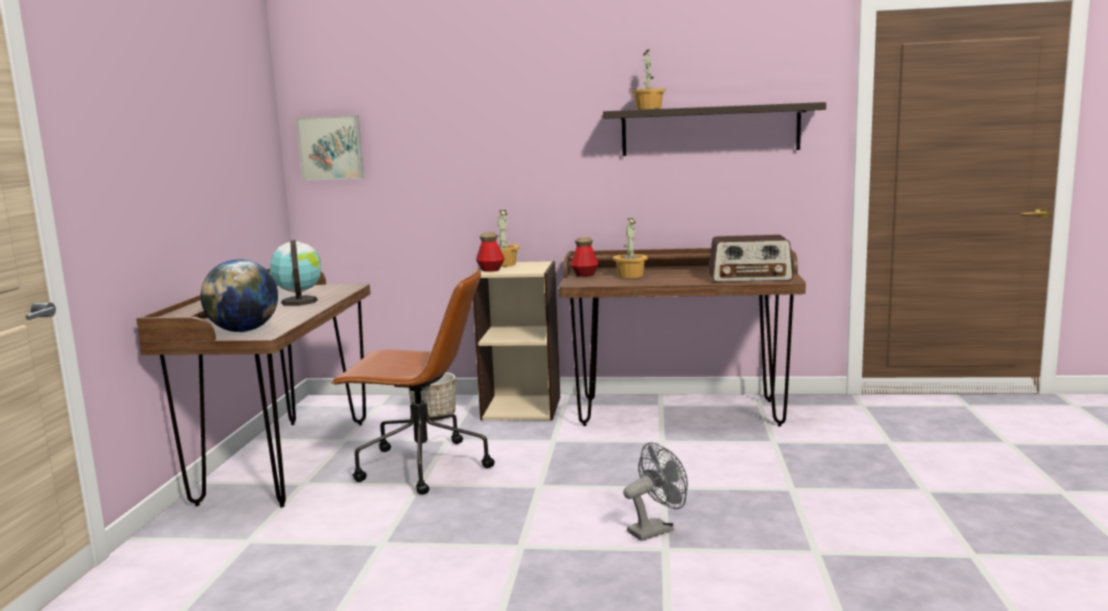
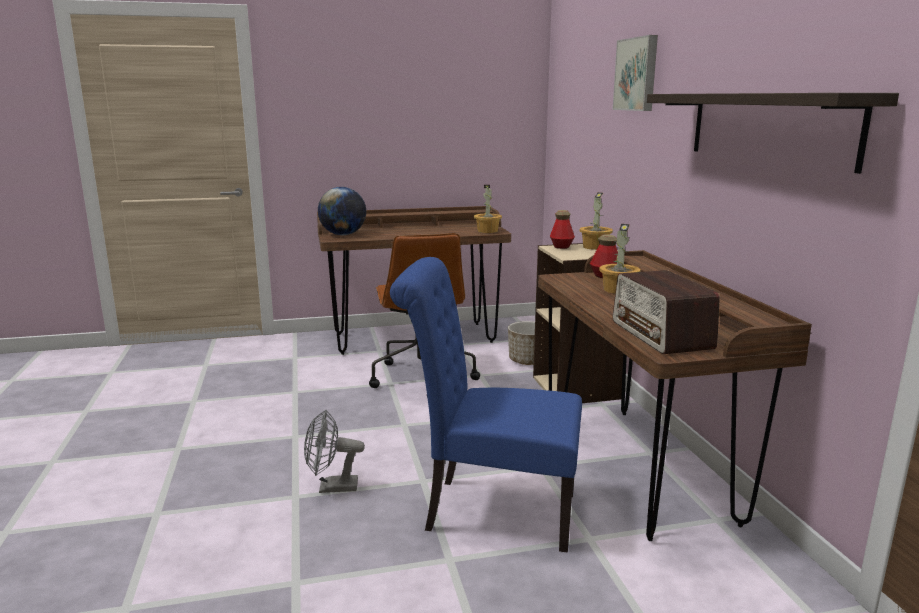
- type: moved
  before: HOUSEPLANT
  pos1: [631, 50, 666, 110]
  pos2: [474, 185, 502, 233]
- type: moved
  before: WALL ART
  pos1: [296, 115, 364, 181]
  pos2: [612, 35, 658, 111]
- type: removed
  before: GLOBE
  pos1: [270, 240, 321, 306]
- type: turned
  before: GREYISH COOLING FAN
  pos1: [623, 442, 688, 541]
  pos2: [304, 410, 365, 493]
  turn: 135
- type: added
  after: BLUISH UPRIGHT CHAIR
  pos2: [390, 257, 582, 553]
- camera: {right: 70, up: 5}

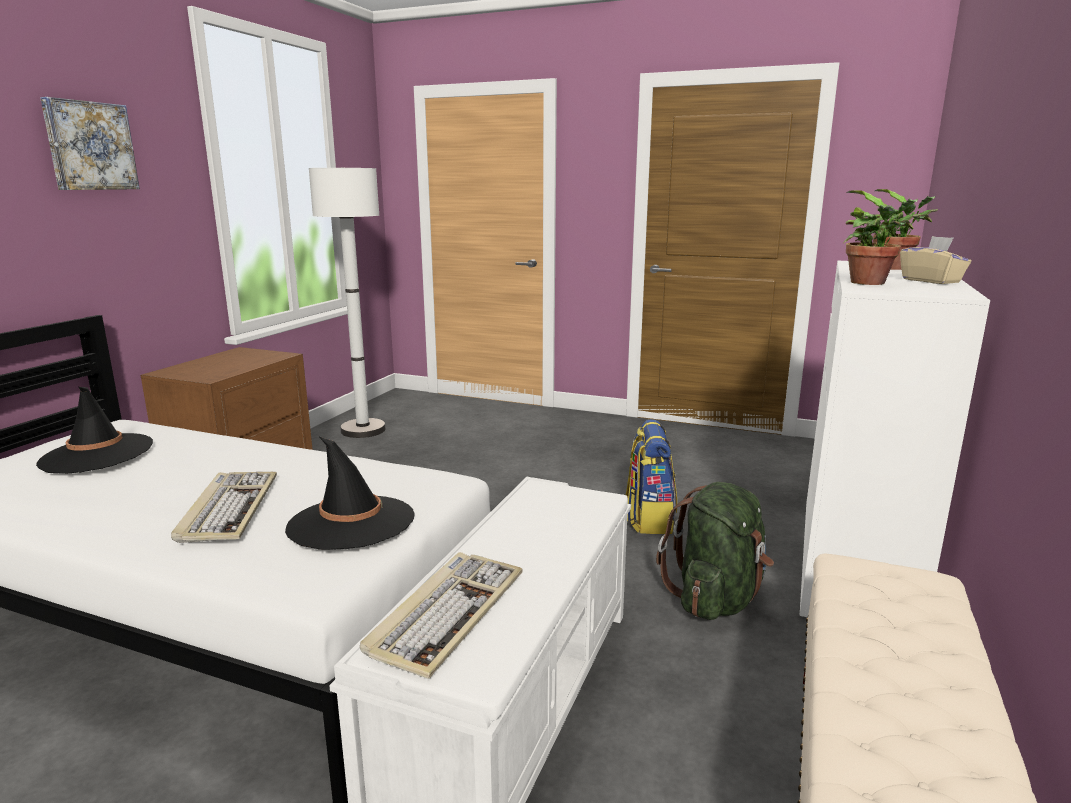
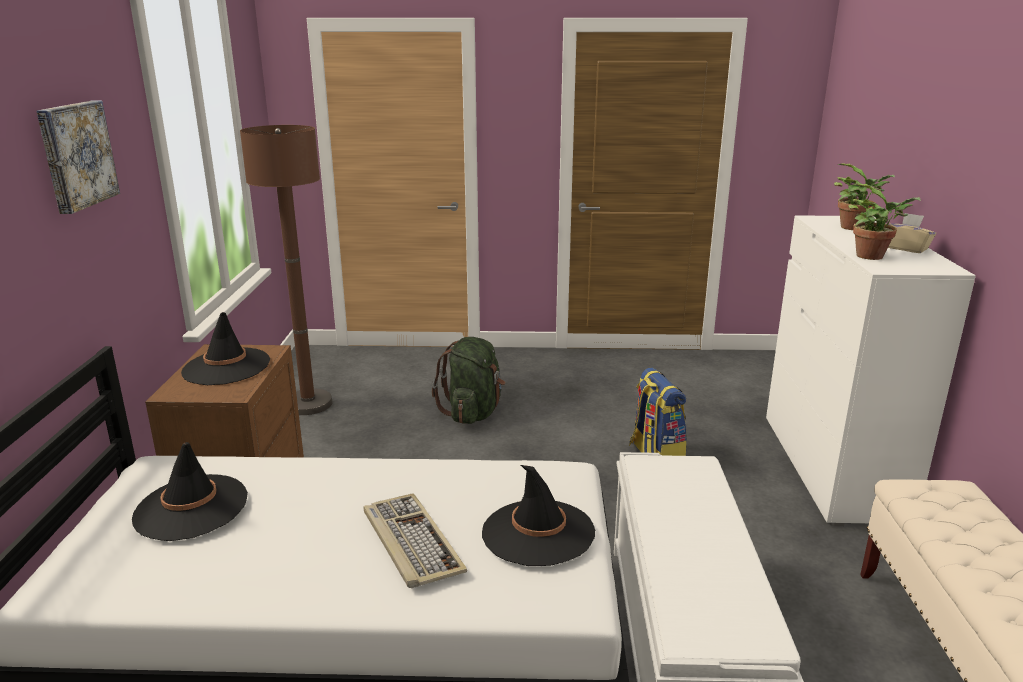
- type: recoloured
  before: WHITISH FLOOR LAMP
  after: BROWN FLOOR LAMP
  pos1: [309, 167, 386, 438]
  pos2: [240, 125, 332, 415]
- type: moved
  before: GREEN-COLOURED KNAPSACK
  pos1: [656, 482, 774, 620]
  pos2: [432, 337, 505, 424]
- type: removed
  before: PC KEYBOARD
  pos1: [360, 552, 523, 679]
- type: added
  after: BLACK-COLOURED WEARABLE HAT
  pos2: [181, 312, 270, 385]
- camera: {right: -20, up: 5}

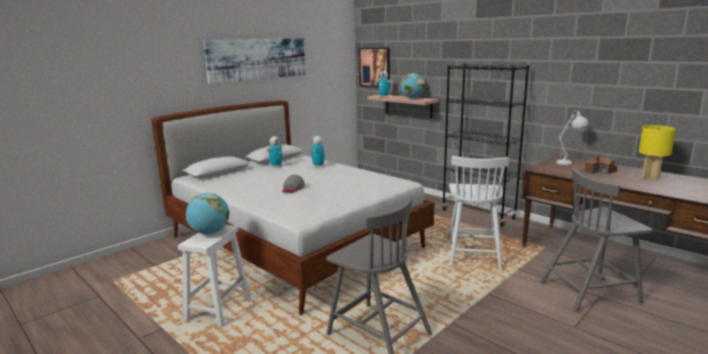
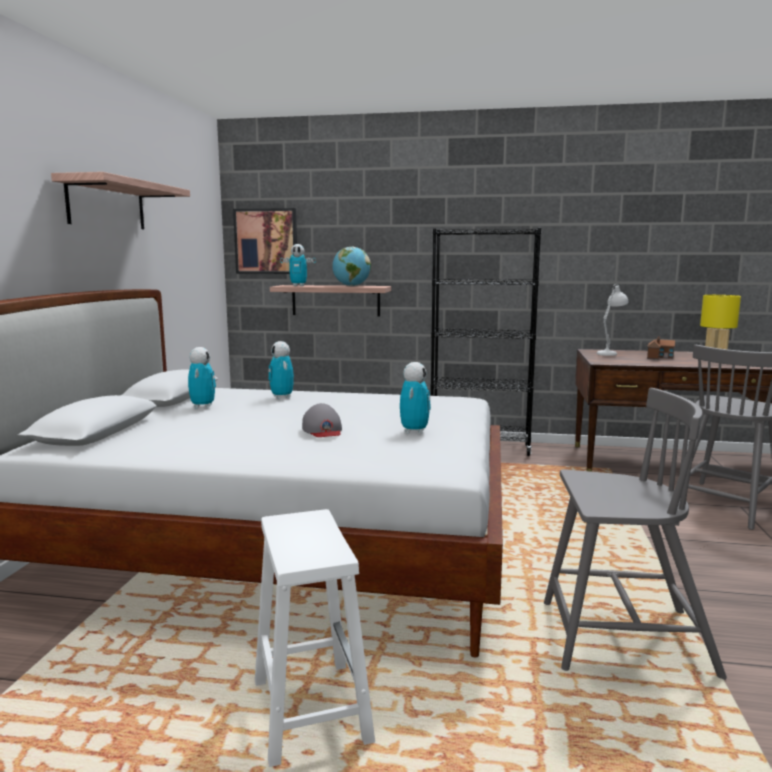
- type: replaced
  before: WALL ART
  after: WALL SHELF
  pos1: [203, 38, 305, 84]
  pos2: [51, 172, 190, 229]
- type: removed
  before: WHITISH UPRIGHT CHAIR
  pos1: [448, 156, 509, 270]
- type: removed
  before: GLOBE
  pos1: [186, 193, 229, 234]
- type: added
  after: MODEL ROBOT
  pos2: [400, 362, 431, 434]
- camera: {right: -35, up: -5}

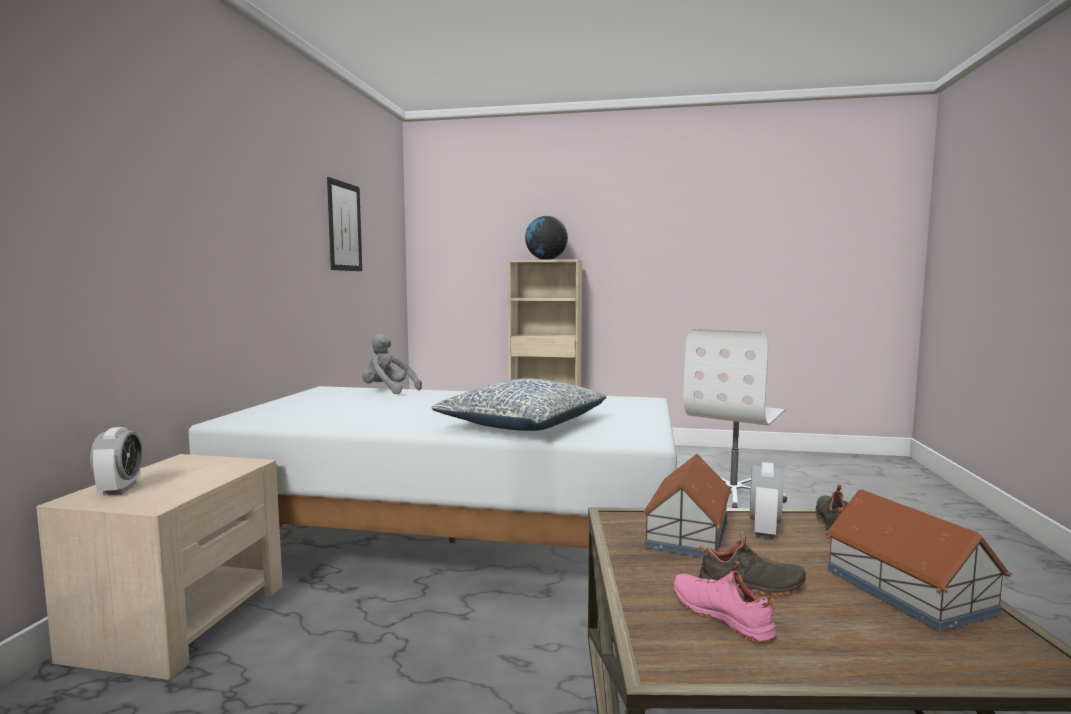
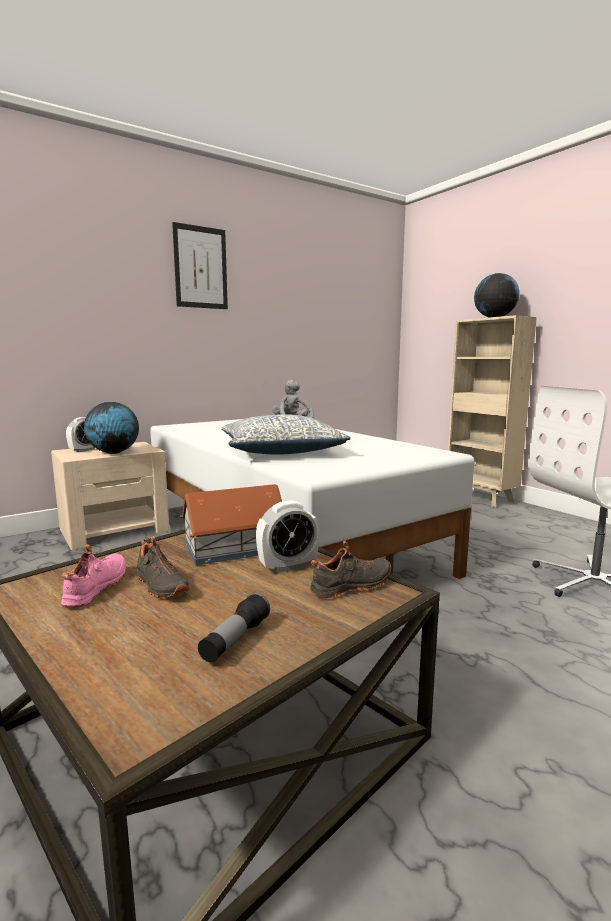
- type: moved
  before: WALL ART
  pos1: [327, 177, 362, 271]
  pos2: [172, 222, 228, 309]
- type: replaced
  before: MODEL HOUSE
  after: FLASHLIGHT
  pos1: [825, 489, 1012, 632]
  pos2: [198, 593, 270, 662]
- type: added
  after: GLOBE
  pos2: [84, 402, 139, 454]
- camera: {right: 45, up: 5}

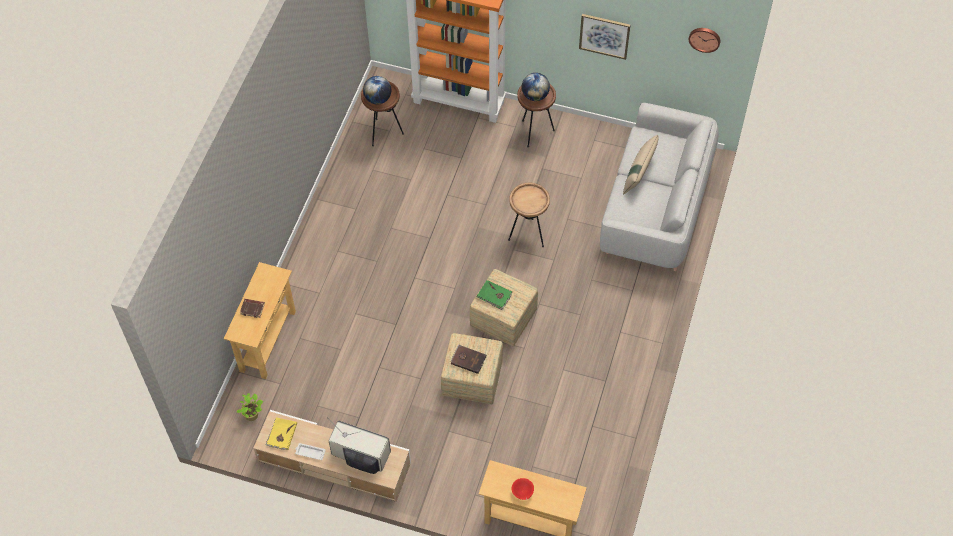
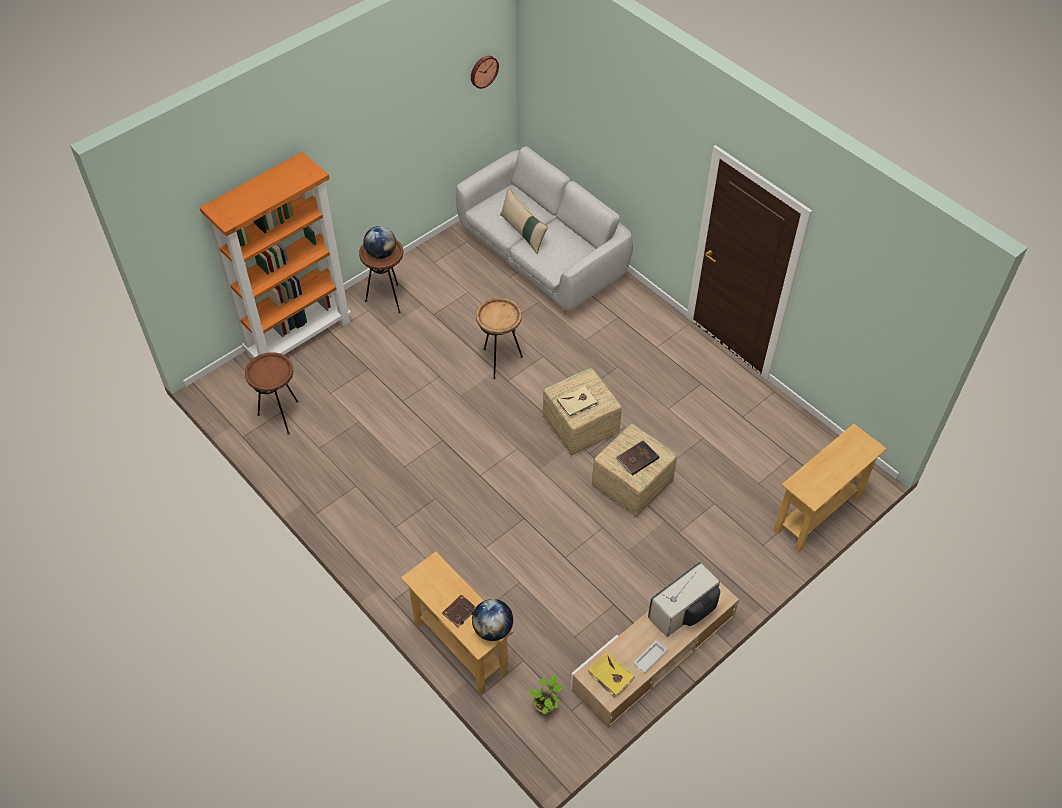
- type: removed
  before: WALL ART
  pos1: [579, 14, 631, 60]
- type: moved
  before: GLOBE
  pos1: [363, 76, 391, 104]
  pos2: [472, 599, 513, 641]
- type: recoloured
  before: GREEN-COLOURED BOUND BOOK
  after: BEIGE-COLOURED BOUND BOOK
  pos1: [477, 280, 512, 310]
  pos2: [557, 386, 599, 418]
- type: removed
  before: RED-COLOURED SERVING BOWL
  pos1: [512, 478, 534, 500]
- camera: {right: -60, up: -5}

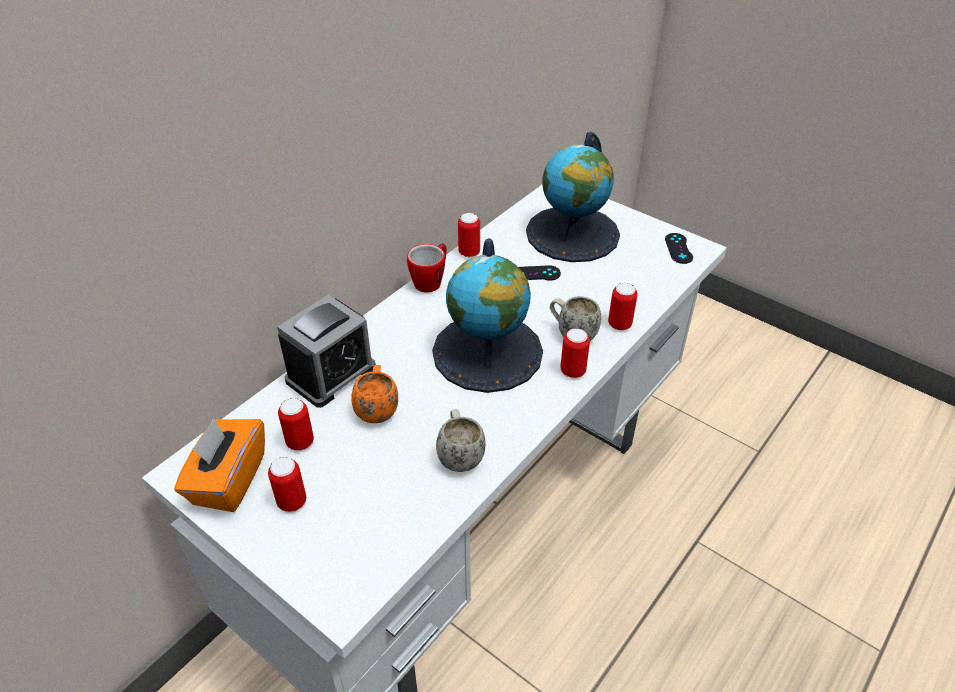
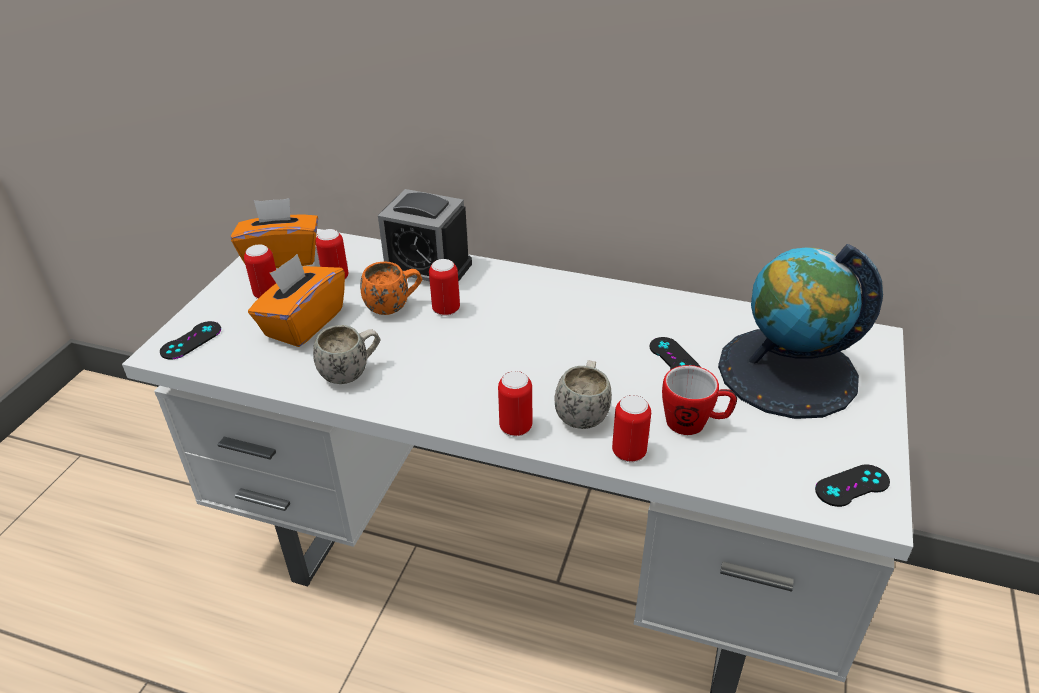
- type: moved
  before: METAL CAN
  pos1: [458, 213, 480, 257]
  pos2: [429, 259, 460, 316]
- type: removed
  before: GLOBE
  pos1: [432, 238, 543, 393]
- type: moved
  before: TEA MUG
  pos1: [407, 243, 446, 293]
  pos2: [662, 365, 737, 435]
- type: added
  after: ORANGE TISSUE HOLDER
  pos2: [248, 254, 345, 347]
- type: added
  after: BLACK-COLOURED JOYPAD
  pos2: [160, 321, 221, 359]
- camera: {right: 70, up: -5}

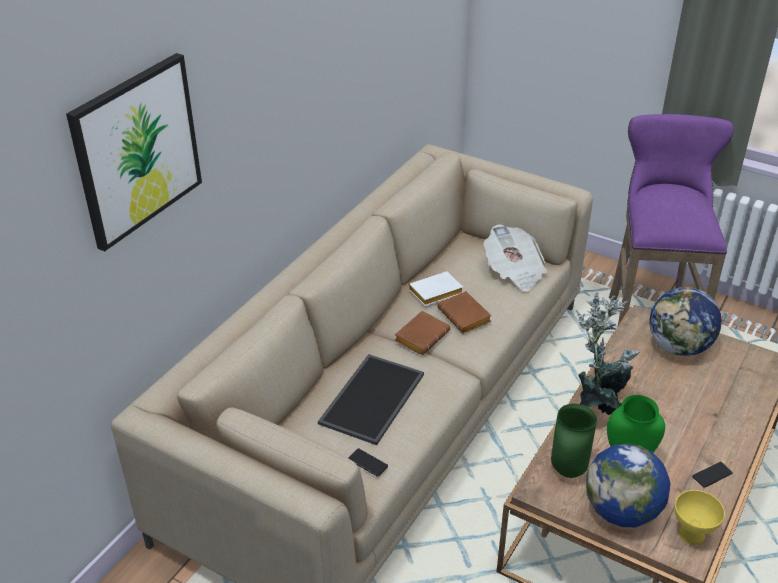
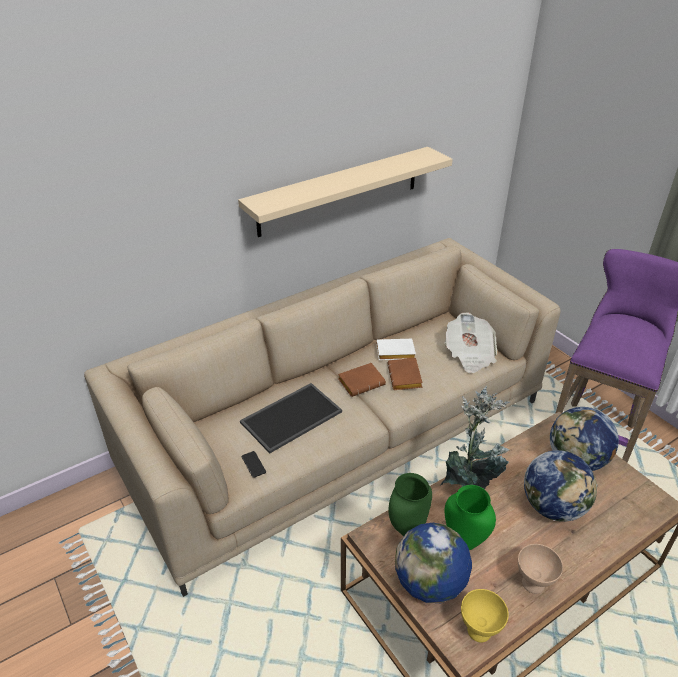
- type: removed
  before: WALL ART
  pos1: [66, 53, 202, 251]
- type: replaced
  before: PHONE
  after: BEIGE-COLOURED SERVING BOWL
  pos1: [692, 462, 733, 488]
  pos2: [518, 544, 563, 594]
- type: added
  after: BEIGE-COLOURED WALL SHELF
  pos2: [238, 147, 453, 237]
- type: added
  after: GLOBE
  pos2: [524, 450, 597, 522]
- camera: {right: 25, up: 0}

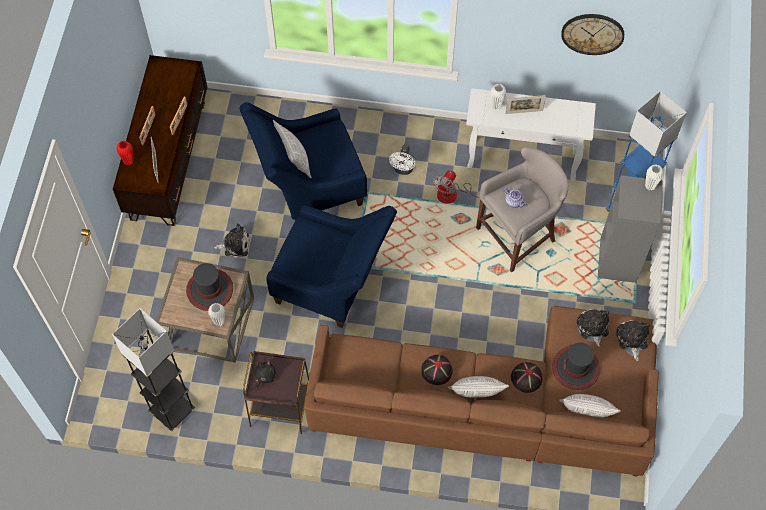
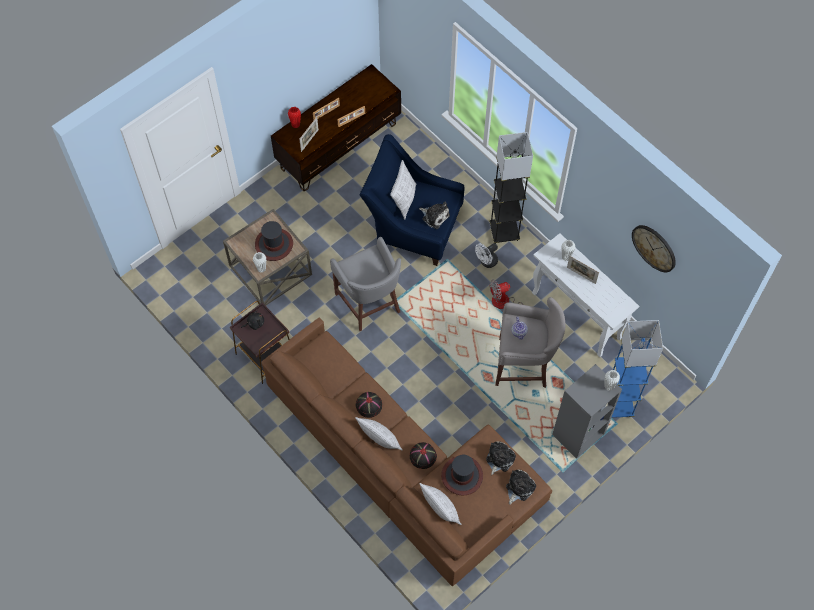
- type: replaced
  before: BLUISH ARMCHAIR
  after: GREYISH SITTING STOOL
  pos1: [266, 205, 397, 328]
  pos2: [330, 237, 401, 331]
- type: moved
  before: PLUSH TOY
  pos1: [214, 223, 249, 258]
  pos2: [419, 202, 450, 229]
- type: moved
  before: GREYISH FLOOR LAMP
  pos1: [112, 308, 195, 431]
  pos2: [489, 132, 533, 244]
- camera: {right: 40, up: 0}

